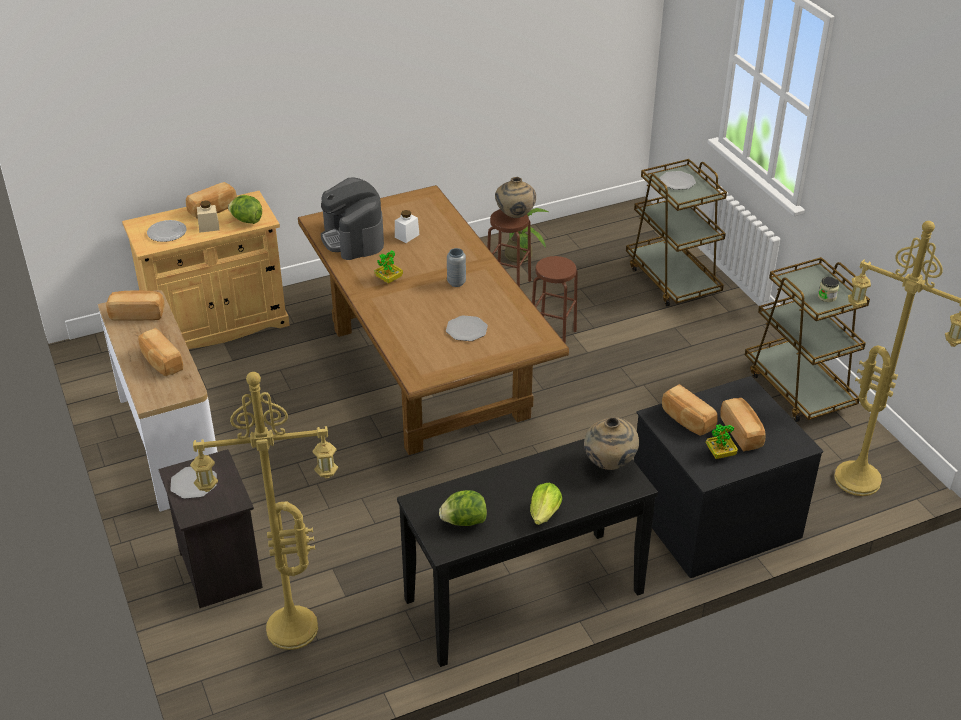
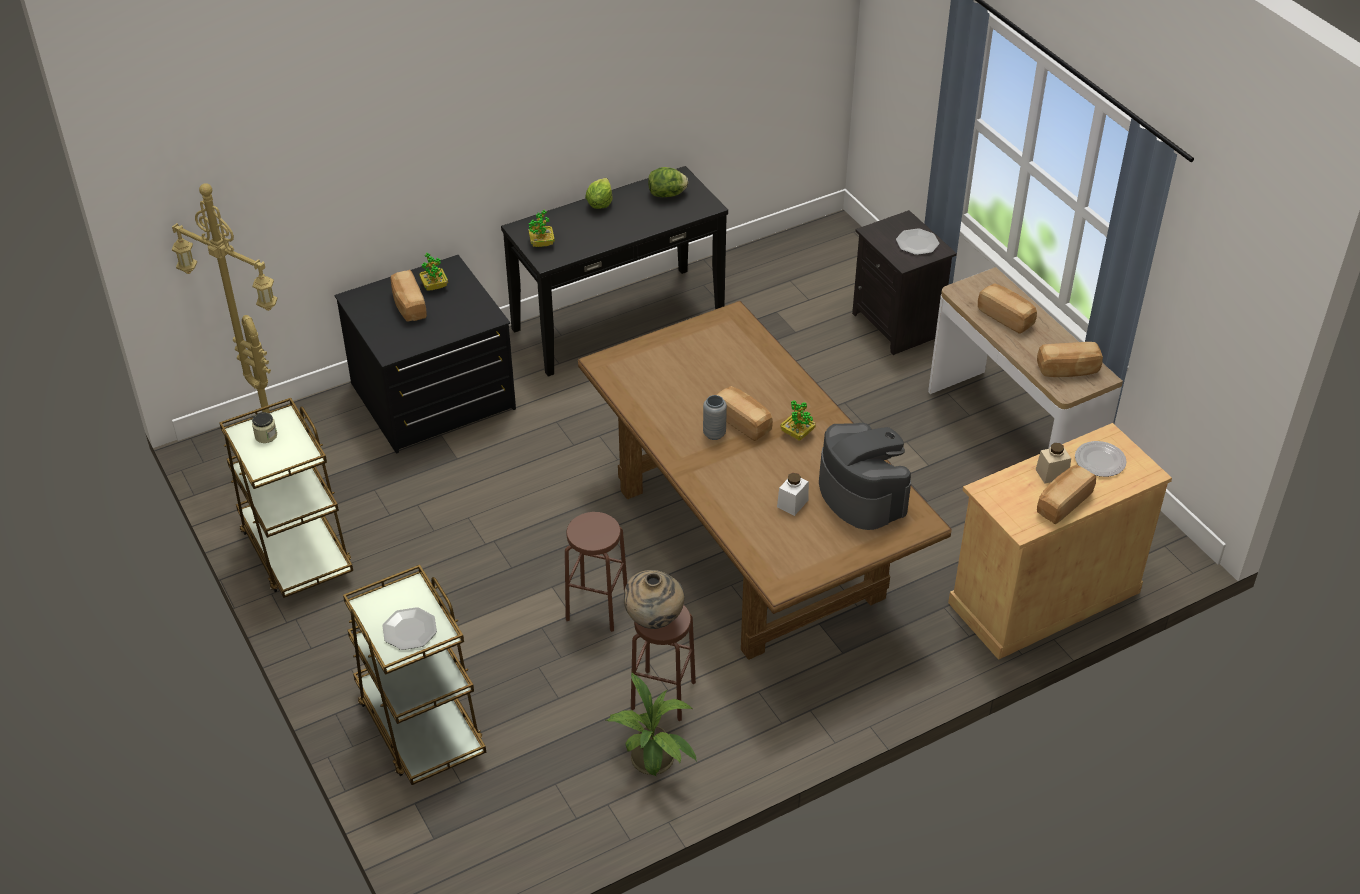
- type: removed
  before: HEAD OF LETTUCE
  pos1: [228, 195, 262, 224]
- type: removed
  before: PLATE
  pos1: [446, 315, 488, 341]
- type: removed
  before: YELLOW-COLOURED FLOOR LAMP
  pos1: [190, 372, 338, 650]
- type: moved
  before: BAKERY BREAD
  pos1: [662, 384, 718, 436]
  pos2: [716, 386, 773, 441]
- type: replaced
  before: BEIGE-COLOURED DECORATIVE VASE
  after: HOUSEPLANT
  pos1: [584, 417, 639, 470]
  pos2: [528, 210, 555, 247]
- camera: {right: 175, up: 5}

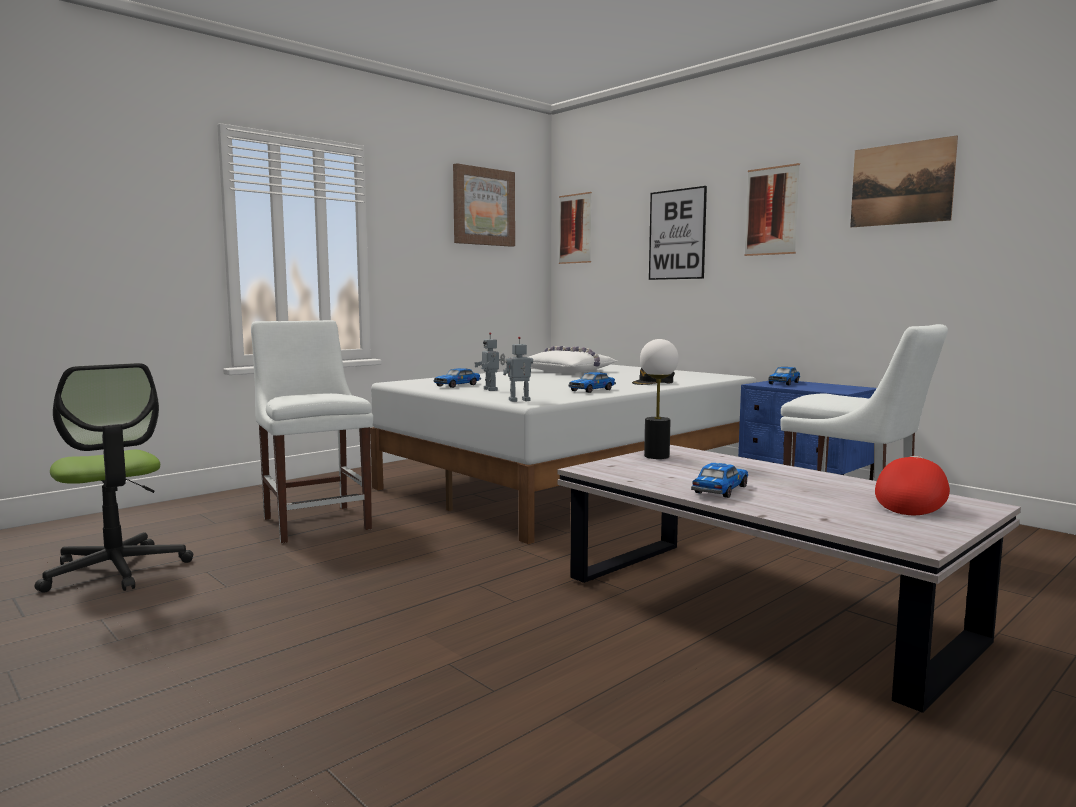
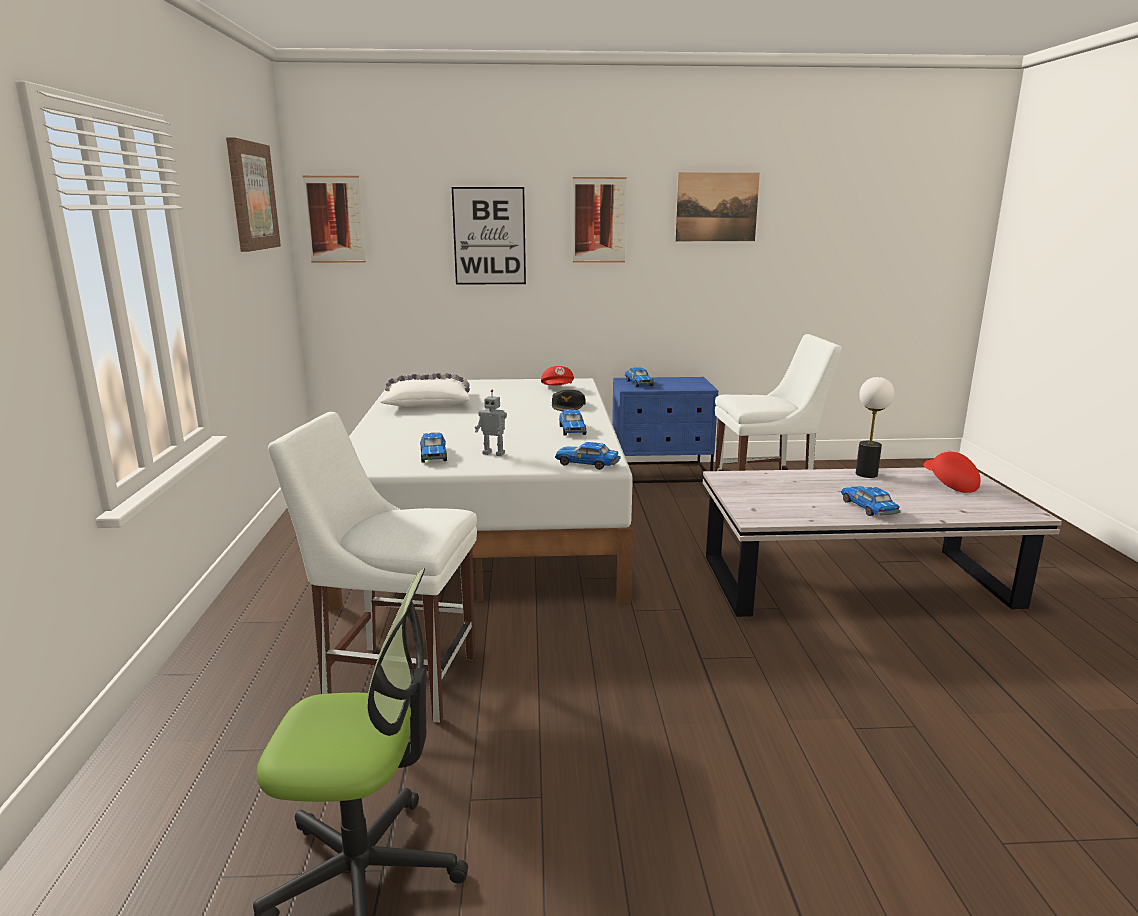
- type: replaced
  before: MODEL ROBOT
  after: TOY CAR
  pos1: [503, 337, 533, 402]
  pos2: [555, 442, 620, 470]
- type: moved
  before: LAMP FOR A TABLE
  pos1: [640, 339, 679, 459]
  pos2: [856, 377, 895, 478]
- type: added
  after: RED-COLOURED CAP
  pos2: [541, 366, 574, 386]
- camera: {right: -50, up: 10}

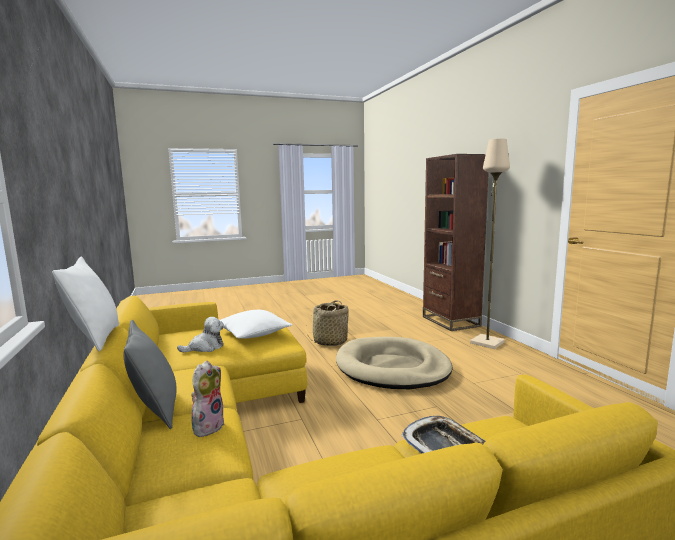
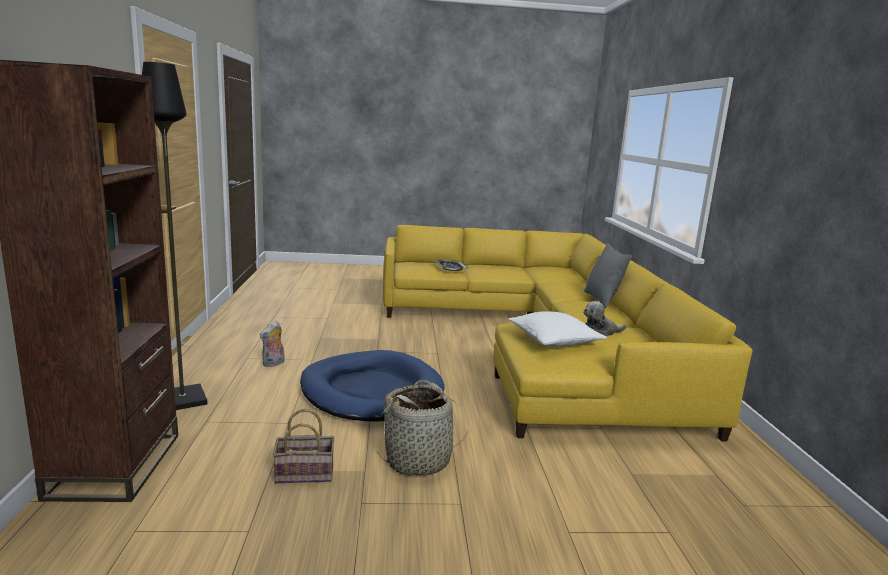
- type: recoloured
  before: BEIGE-COLOURED FLOOR LAMP
  after: BLACK-COLOURED FLOOR LAMP
  pos1: [470, 139, 510, 349]
  pos2: [142, 62, 207, 410]
- type: removed
  before: WHITISH THROW PILLOW
  pos1: [52, 257, 119, 351]
- type: recoloured
  before: BEIGE-COLOURED DOG BED
  after: BLUISH DOG BED
  pos1: [336, 337, 453, 389]
  pos2: [300, 350, 445, 422]
- type: moved
  before: PLUSH TOY
  pos1: [191, 361, 225, 437]
  pos2: [260, 321, 285, 367]
- type: added
  after: HOUSEHOLD BASKET
  pos2: [273, 409, 334, 483]
- camera: {right: -165, up: 5}

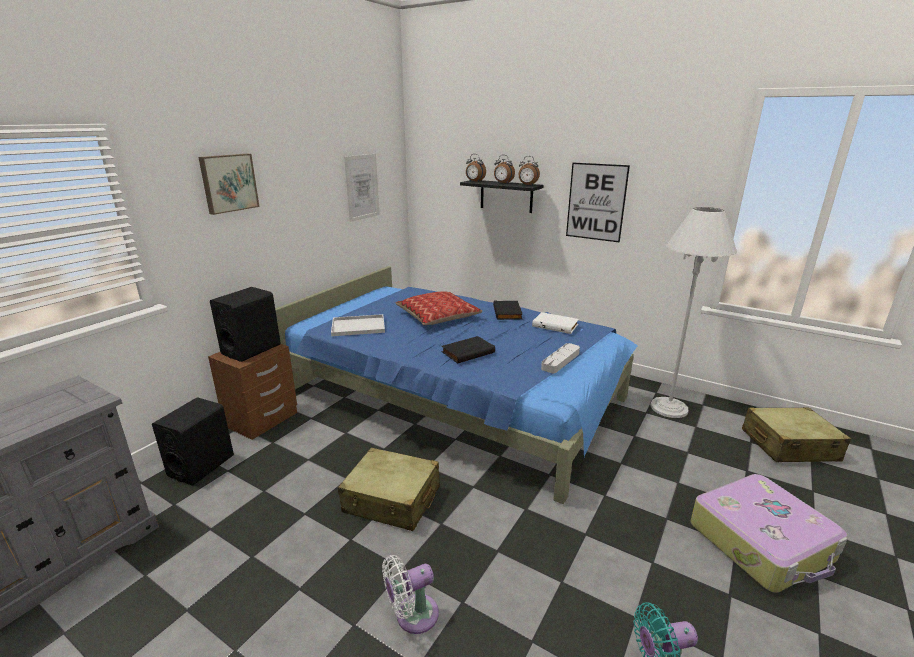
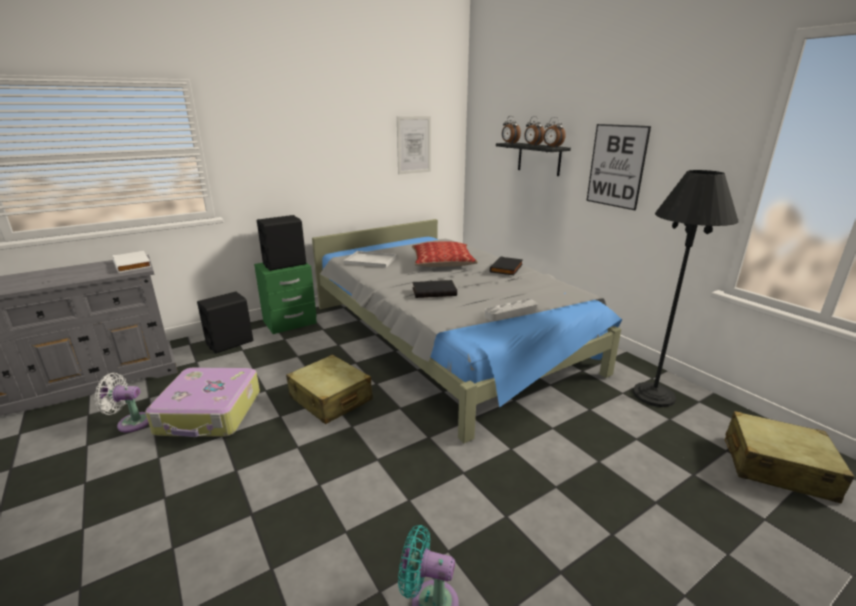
- type: removed
  before: WALL ART
  pos1: [198, 154, 260, 215]
- type: recoloured
  before: WHITISH FLOOR LAMP
  after: BLACK-COLOURED FLOOR LAMP
  pos1: [650, 207, 737, 418]
  pos2: [633, 170, 738, 407]
- type: recoloured
  before: BLUISH BEDROOM BED
  after: GREYISH BEDROOM BED
  pos1: [275, 266, 638, 504]
  pos2: [312, 219, 622, 443]
- type: moved
  before: WHITISH BOUND BOOK
  pos1: [532, 312, 579, 334]
  pos2: [112, 251, 152, 273]
- type: recoloured
  before: BROWN NIGHT TABLE
  after: GREEN-COLOURED NIGHT TABLE
  pos1: [208, 344, 297, 440]
  pos2: [254, 263, 317, 334]
- type: moved
  before: SUITCASE
  pos1: [690, 474, 848, 593]
  pos2: [145, 368, 260, 437]
- type: moved
  before: WHITISH COOLING FAN
  pos1: [382, 555, 439, 634]
  pos2: [94, 373, 149, 433]
- camera: {right: 25, up: 0}

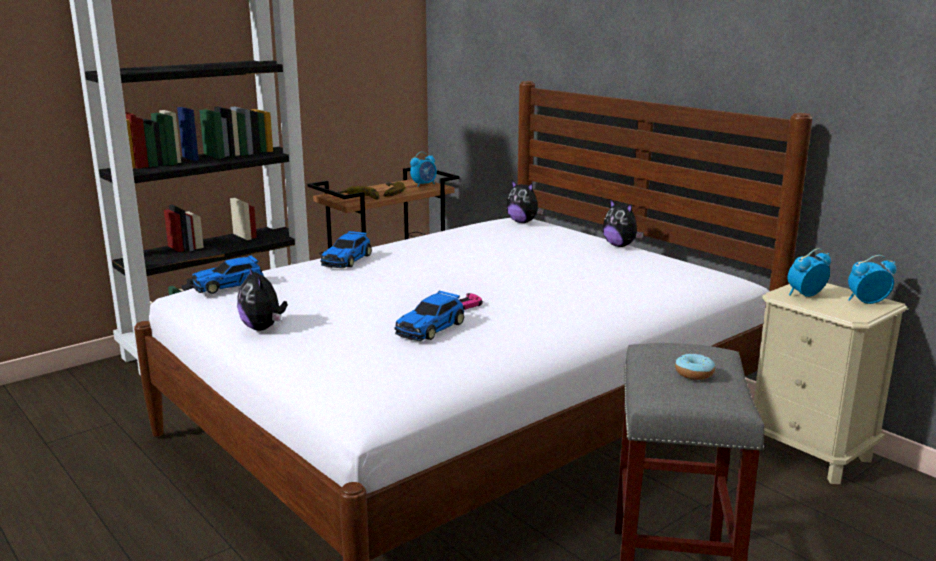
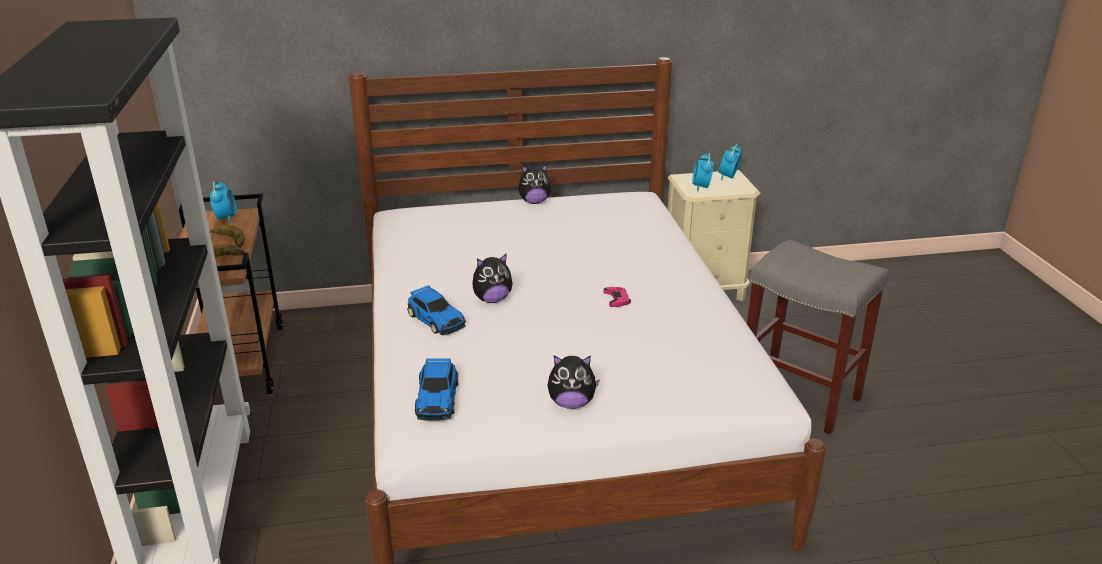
- type: moved
  before: PLUSH TOY
  pos1: [506, 180, 544, 223]
  pos2: [472, 253, 513, 303]
- type: removed
  before: TOY CAR
  pos1: [395, 291, 464, 341]
- type: removed
  before: RING DOUGHNUT
  pos1: [675, 353, 715, 380]
- camera: {right: -60, up: 10}

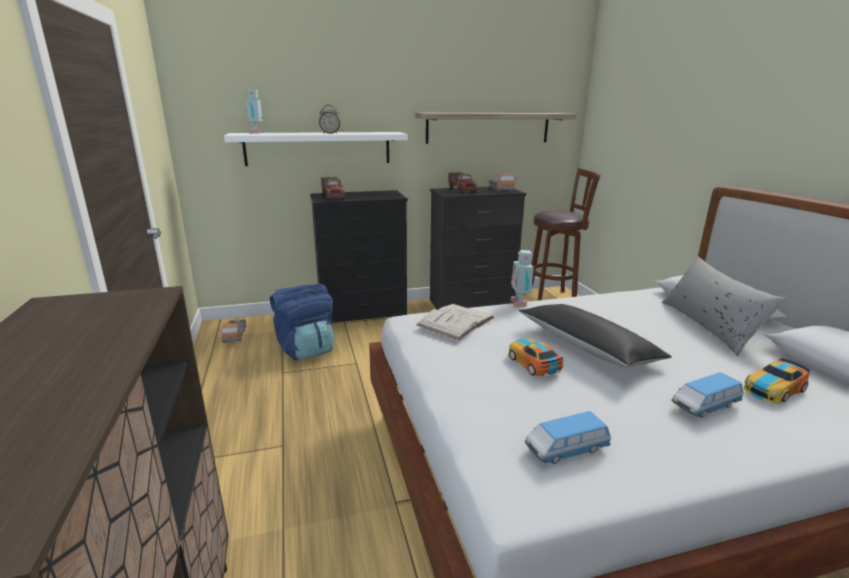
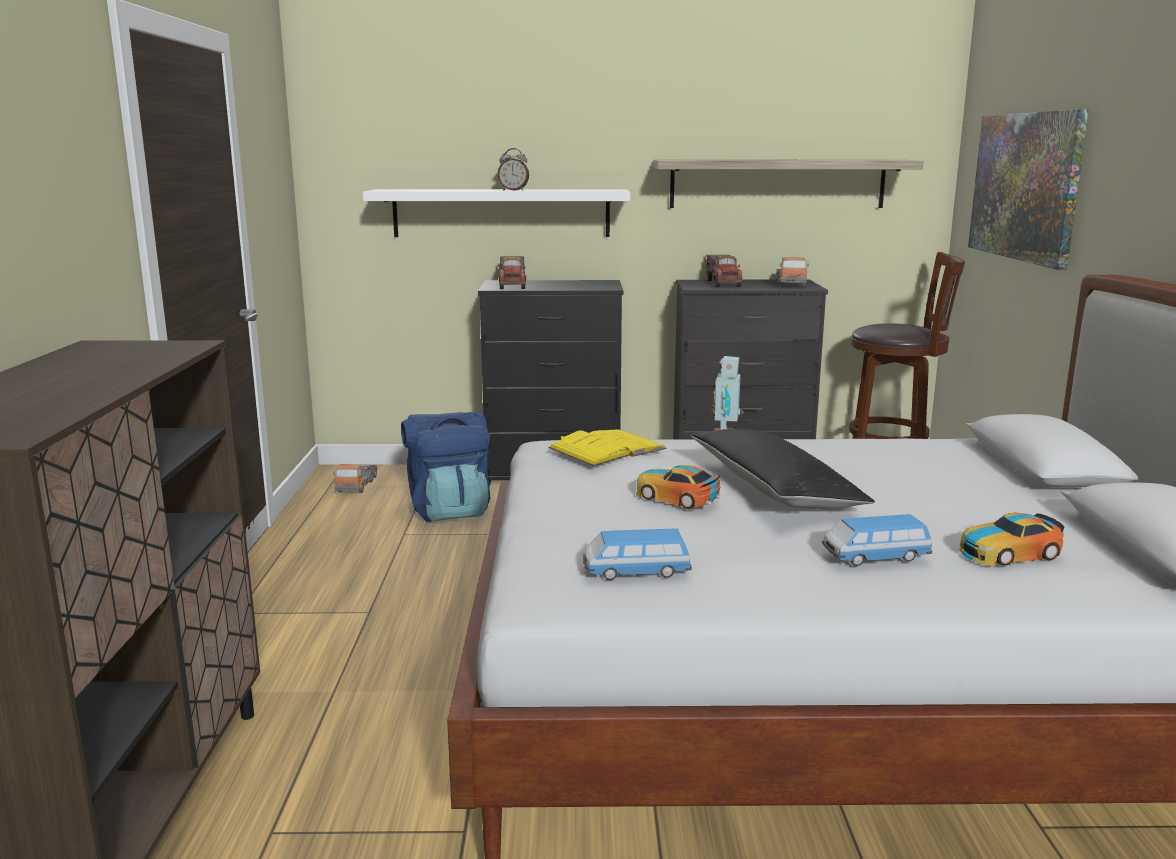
- type: removed
  before: MODEL ROBOT
  pos1: [245, 89, 263, 134]
- type: removed
  before: GREYISH THROW PILLOW
  pos1: [662, 256, 786, 356]
- type: recoloured
  before: WHITISH BOUND BOOK
  after: YELLOW-COLOURED BOUND BOOK
  pos1: [417, 304, 494, 340]
  pos2: [548, 429, 667, 466]
- type: turned
  before: TOY CAR
  pos1: [508, 339, 563, 377]
  pos2: [636, 465, 720, 509]
  turn: -45
- type: added
  after: WALL ART
  pos2: [968, 109, 1089, 270]
- camera: {right: 15, up: -5}

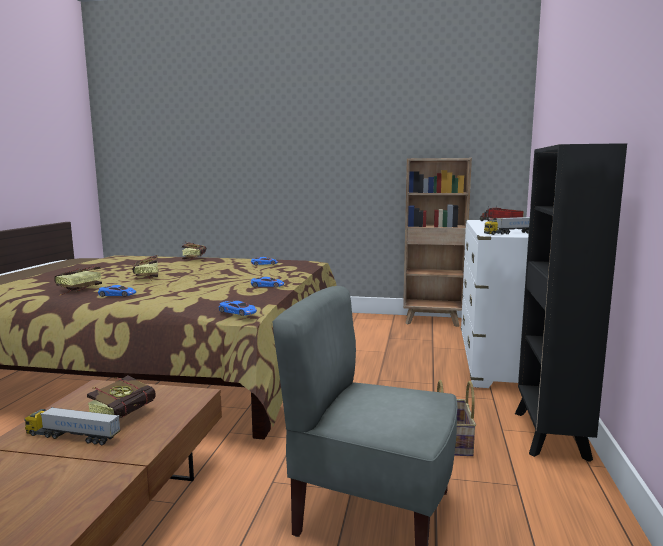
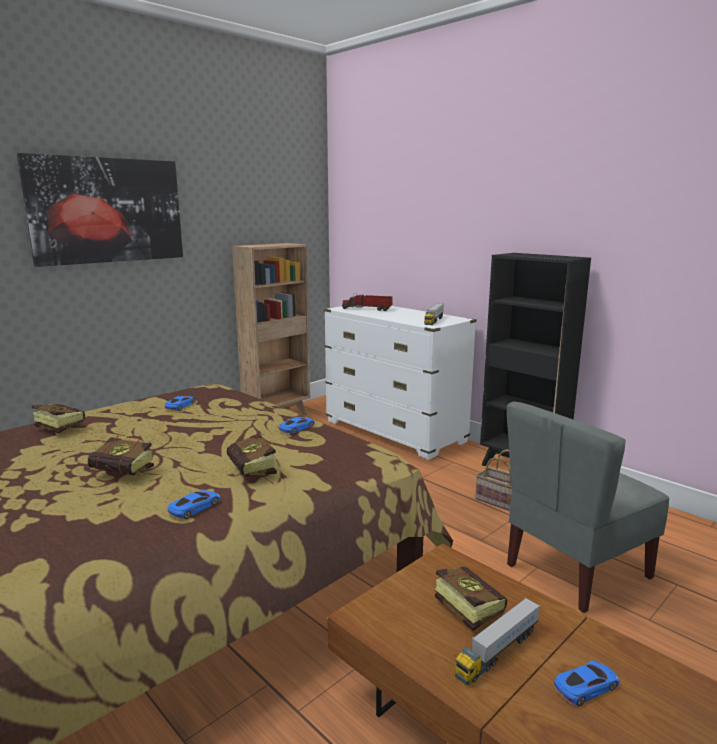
- type: moved
  before: BOUND BOOK
  pos1: [54, 266, 102, 295]
  pos2: [227, 433, 277, 486]
- type: moved
  before: BLUISH TOY CAR
  pos1: [219, 301, 257, 316]
  pos2: [554, 660, 620, 706]
- type: added
  after: WALL ART
  pos2: [17, 153, 183, 267]
- camera: {right: -55, up: 5}

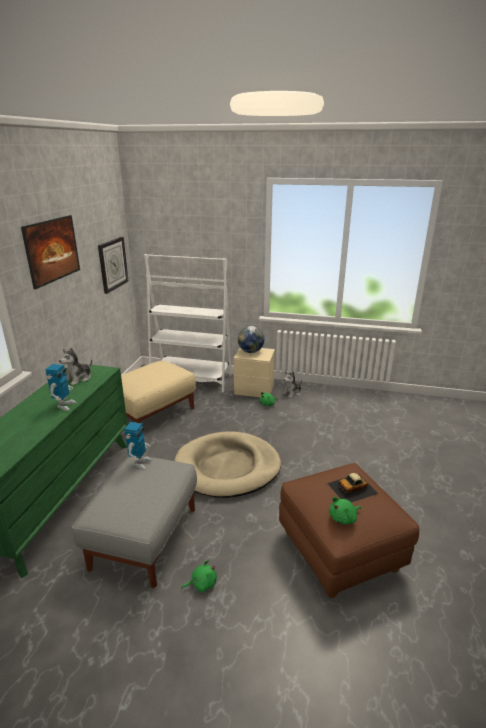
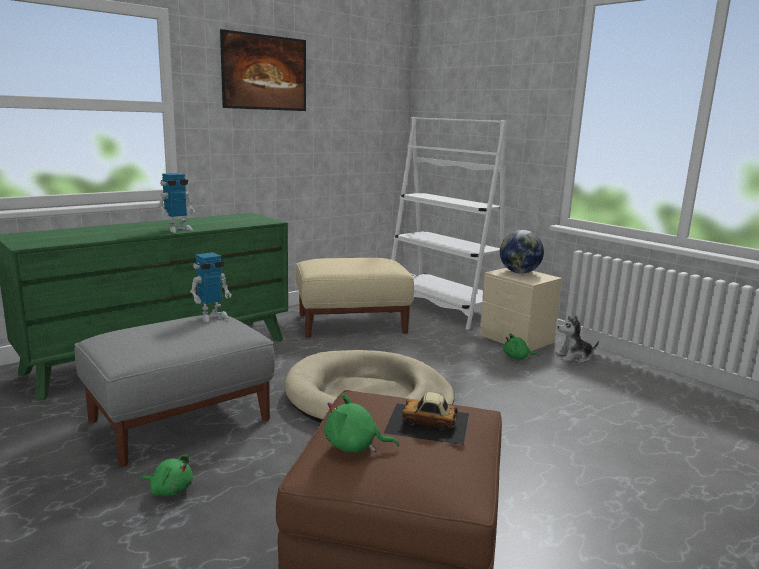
- type: removed
  before: HANGING CLOCK
  pos1: [98, 237, 129, 294]
- type: removed
  before: PLUSH TOY
  pos1: [59, 348, 92, 385]
- camera: {right: 35, up: -10}

